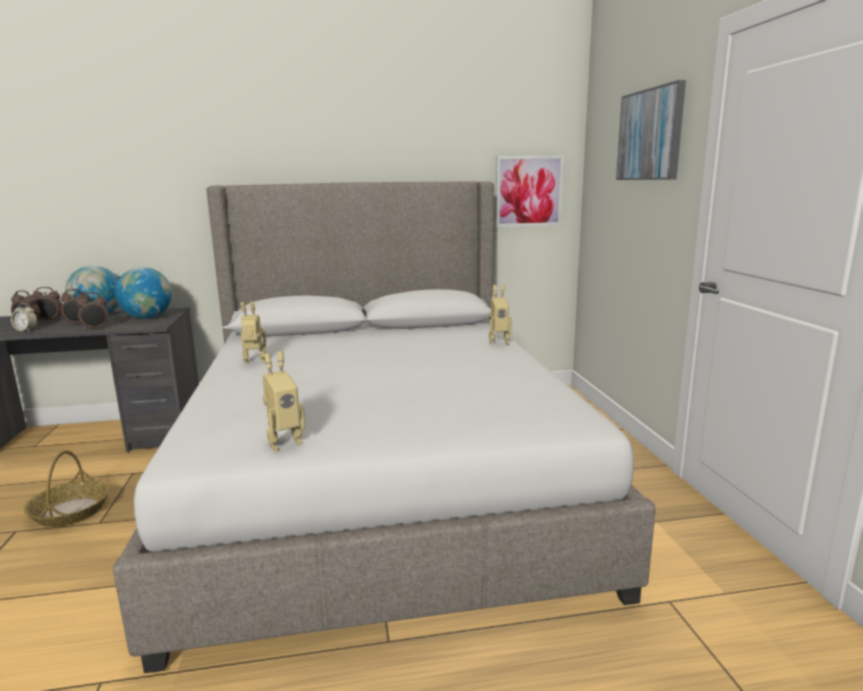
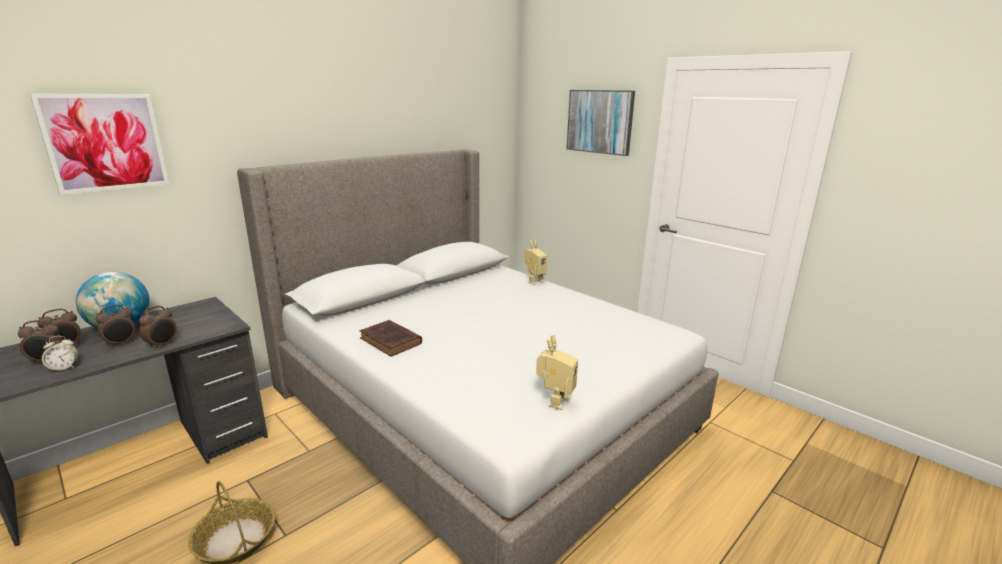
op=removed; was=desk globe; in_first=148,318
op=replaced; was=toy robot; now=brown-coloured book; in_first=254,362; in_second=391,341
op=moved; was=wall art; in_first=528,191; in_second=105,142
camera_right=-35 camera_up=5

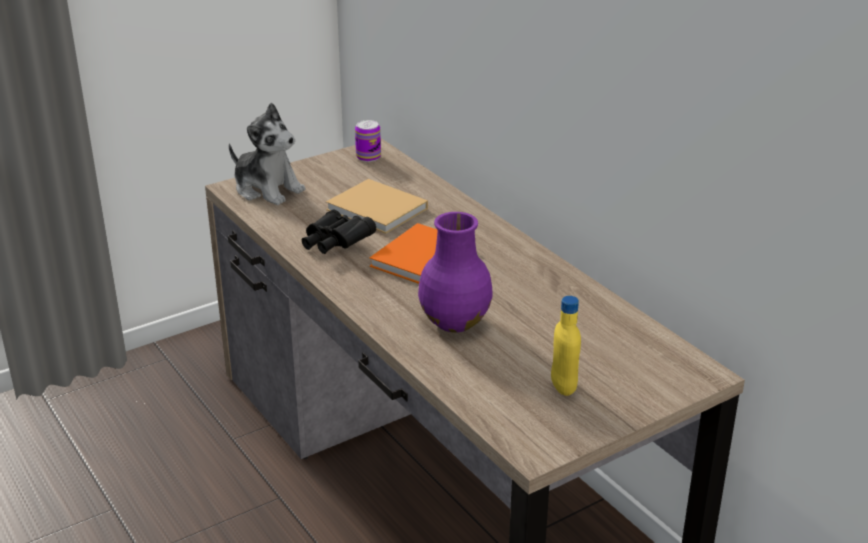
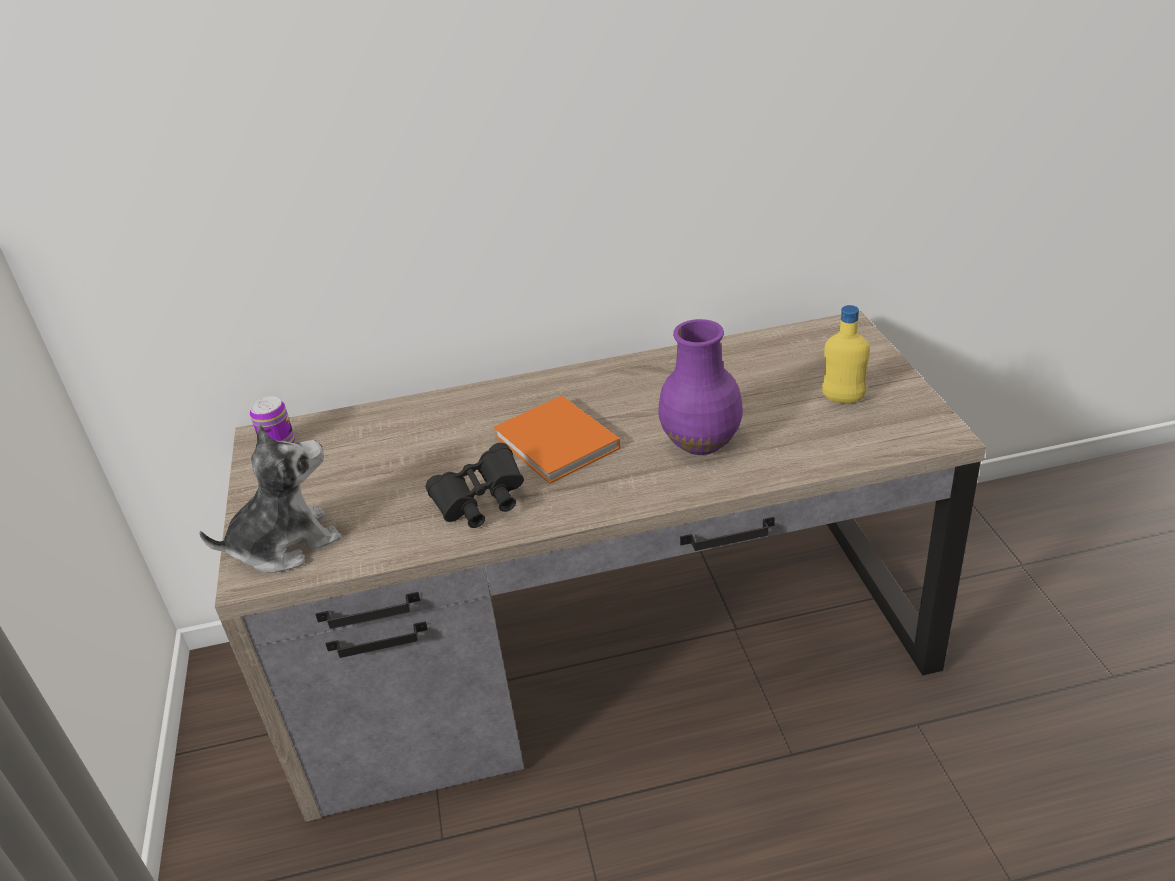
op=removed; was=sand-coloured book; in_first=379,210
camera_right=-65 camera_up=5

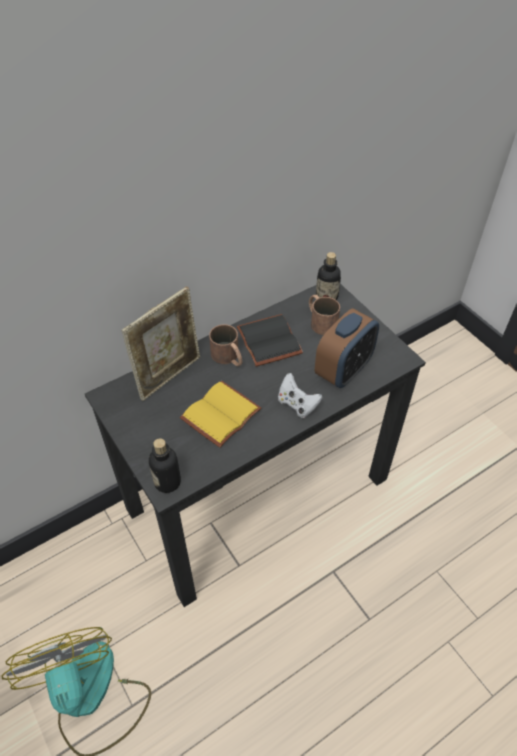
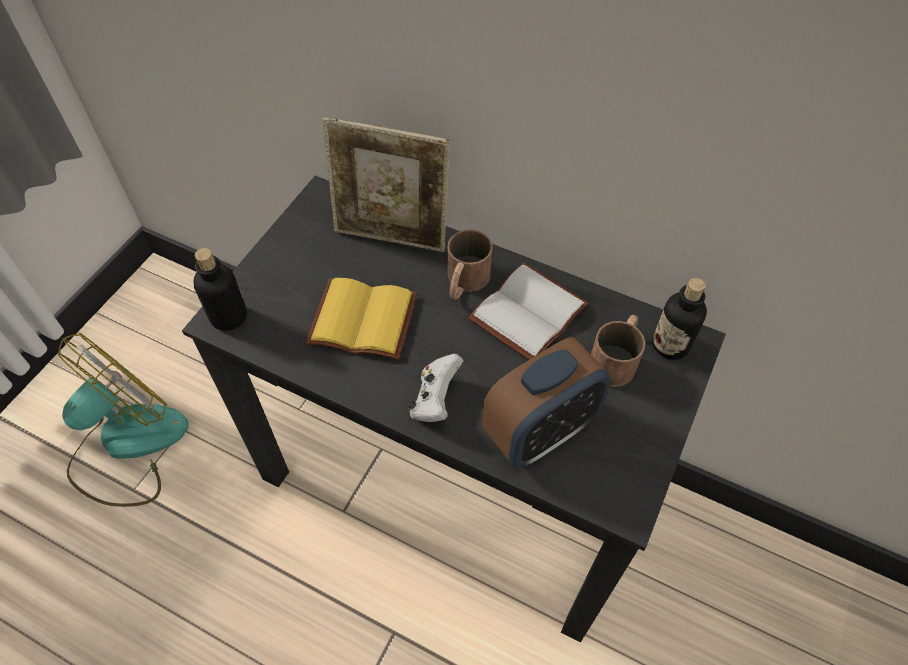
op=recoloured; was=blackish book; now=whitish book; in_first=267,341; in_second=527,310
op=turned; was=alarm clock; in_first=343,370; in_second=540,432; clockwise=-45
camera_right=60 camera_up=5

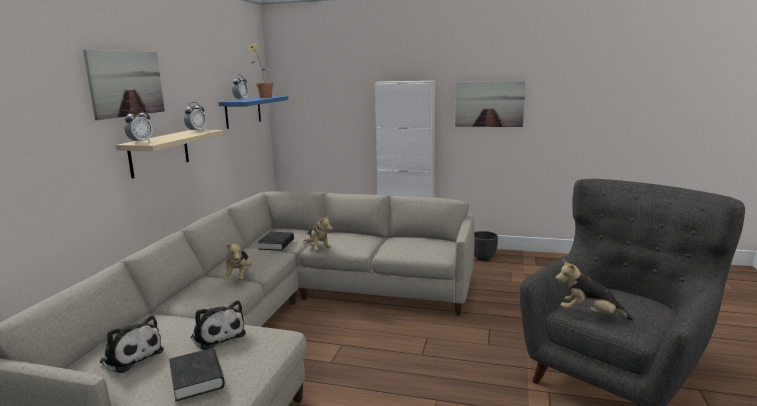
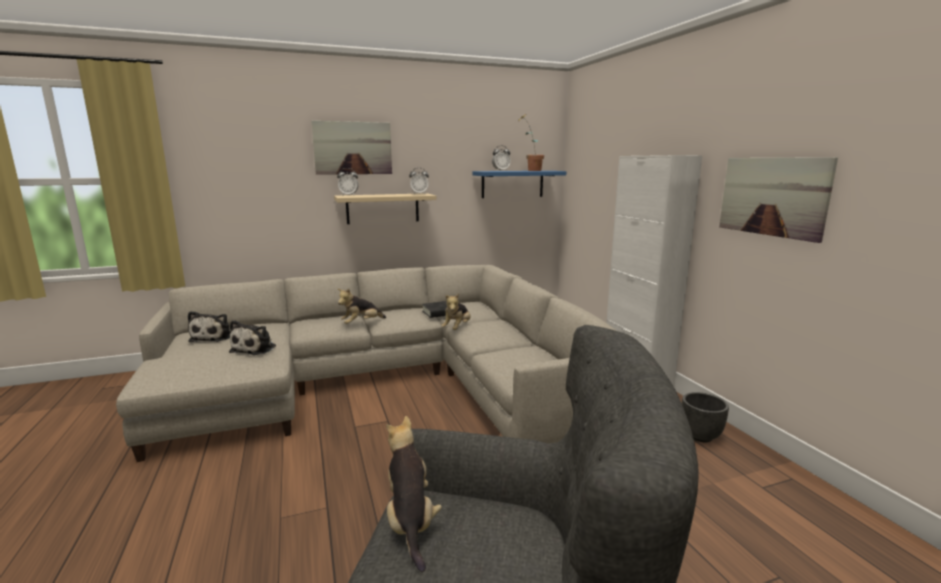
op=removed; was=blackish book; in_first=197,378
camera_right=55 camera_up=0

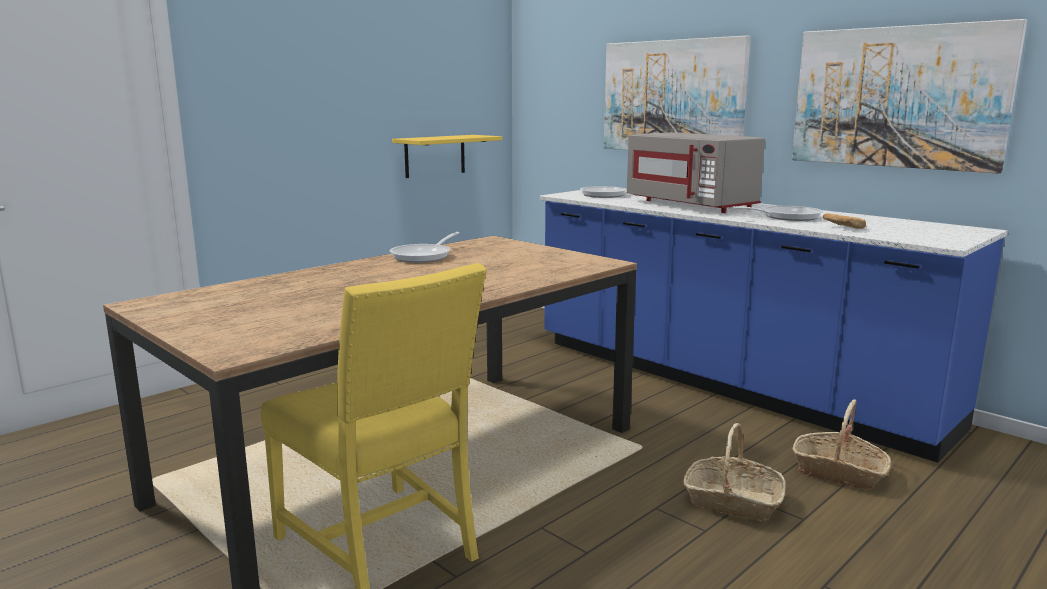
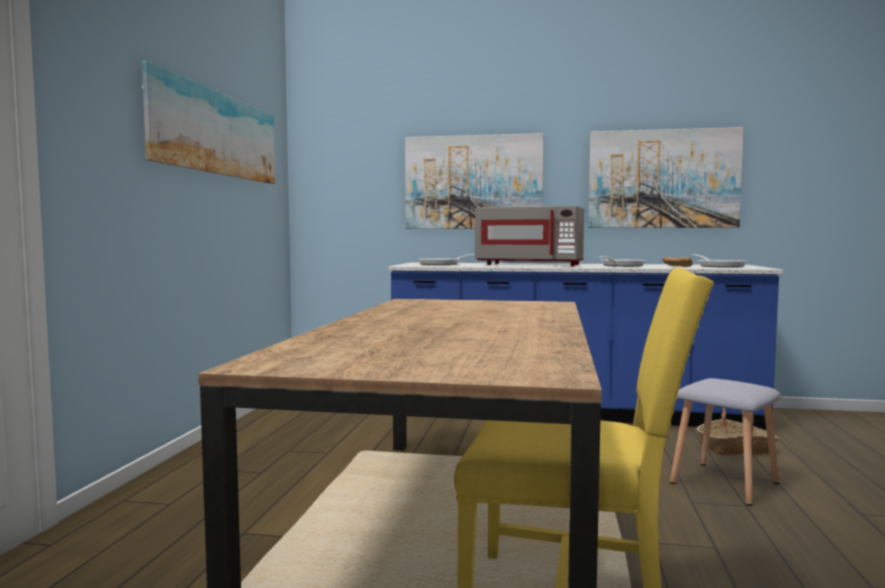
op=moved; was=skillet; in_first=424,256; in_second=719,266
op=removed; was=yellowish shelf; in_first=435,156
op=replaced; was=basket; now=grey sitting stool; in_first=732,501; in_second=722,483
op=added; now=wall art; in_second=215,133
camera_right=-35 camera_up=-10

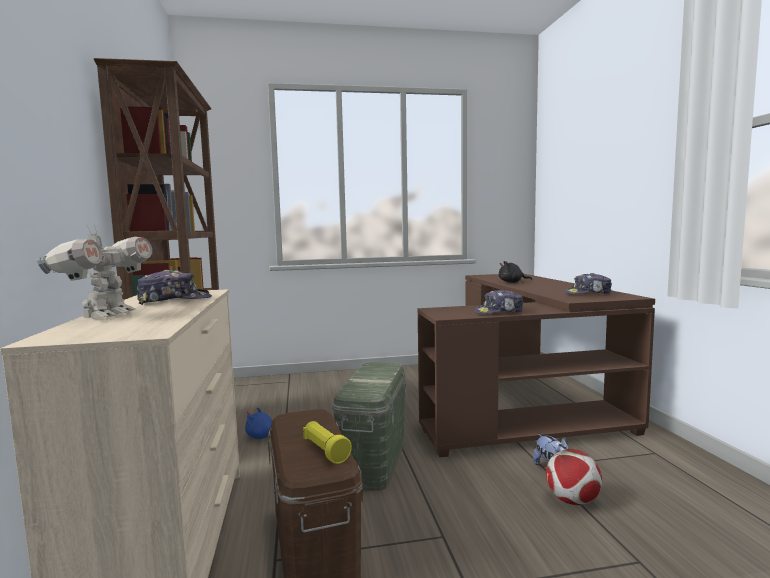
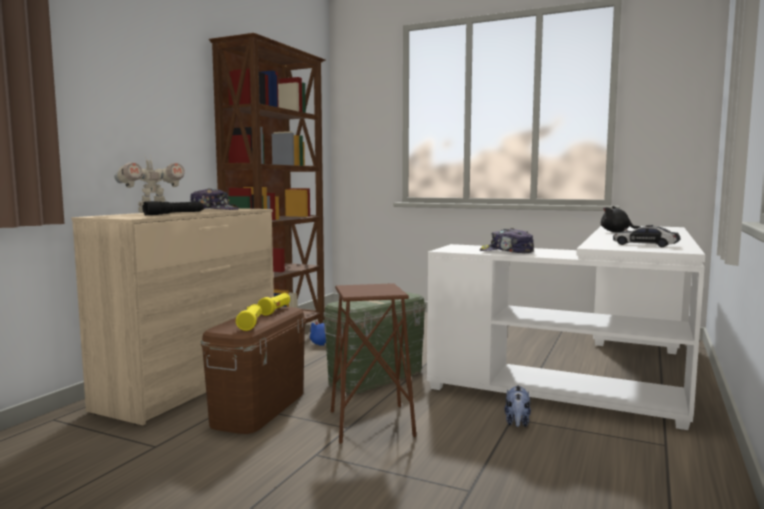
op=recoloured; was=brown-coloured desk table; now=whitish desk table; in_first=526,402; in_second=600,374
op=removed; was=football; in_first=572,501
op=replaced; was=cap; now=model car; in_first=588,293; in_second=645,245
op=added; now=blackish flashlight; in_second=174,214
op=added; now=yellowish flashlight; in_second=275,311
op=added; now=brown-coloured sitting stool; in_second=372,423
camera_right=35 camera_up=0

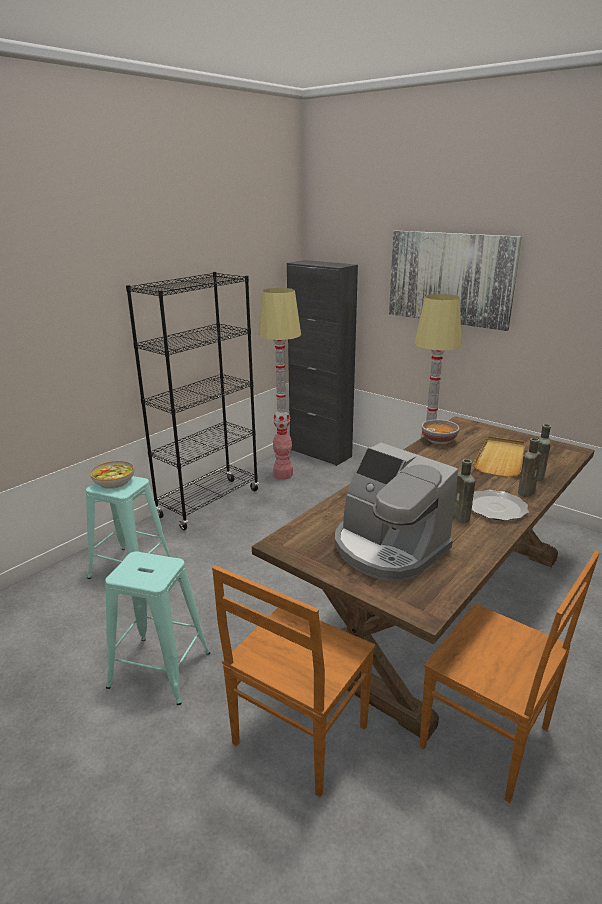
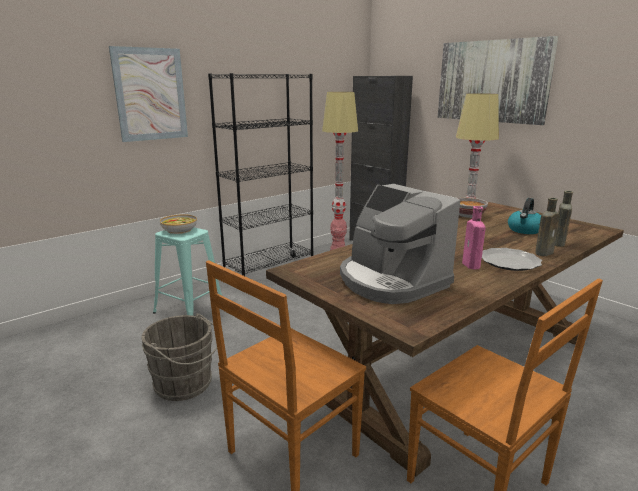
op=replaced; was=turquoise sitting stool; now=grey water bucket; in_first=160,669; in_second=186,385
op=recoloured; was=brown-coloured beverage bottle; now=pinkish beverage bottle; in_first=461,517; in_second=471,266
op=replaced; was=sand-coloured tray; now=tea kettle; in_first=500,459; in_second=524,230
op=added; now=wall art; in_second=150,94
camera_right=10 camera_up=-5

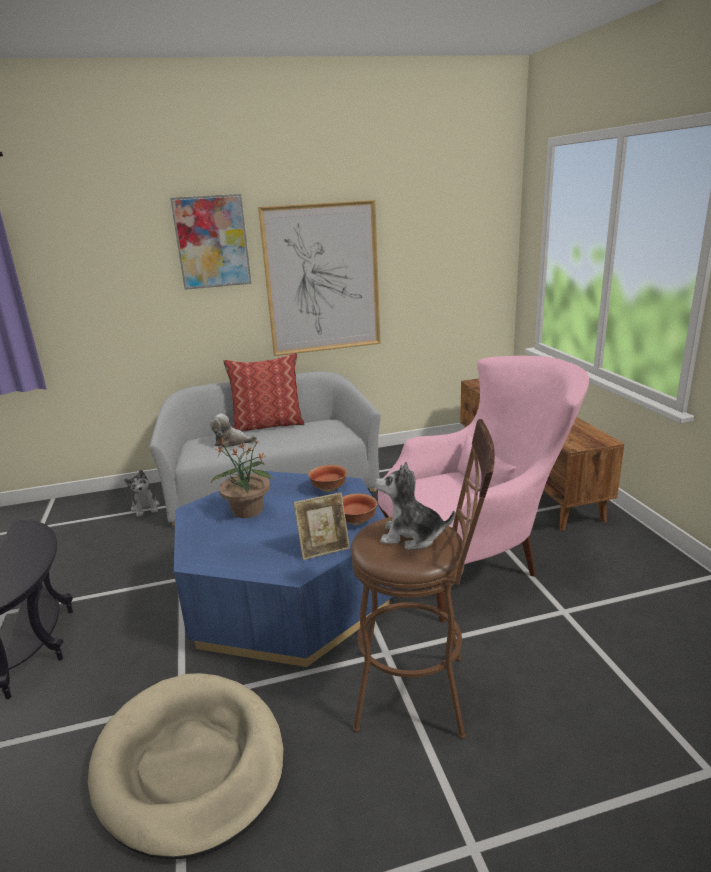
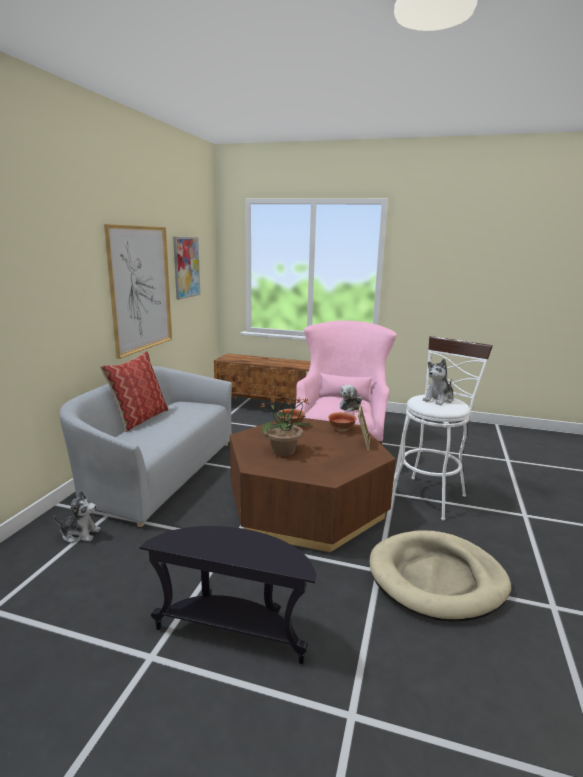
op=moved; was=wall art; in_first=212,242; in_second=186,267
op=recoloured; was=bluish coffee table; now=brown-coloured coffee table; in_first=288,594; in_second=306,505
op=moved; was=cuddly toy; in_first=232,442; in_second=351,406
op=recoloured; was=brown-coloured sitting stool; now=whitish sitting stool; in_first=423,692; in_second=429,494
camera_right=-60 camera_up=-5

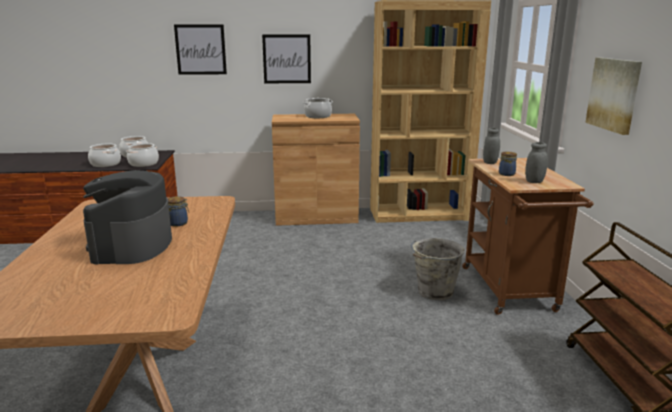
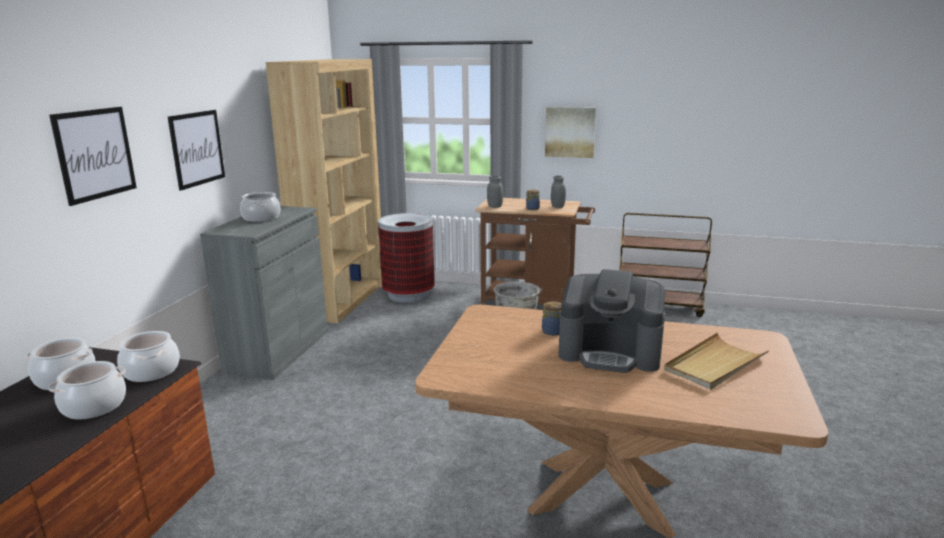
op=recoloured; was=brown-coloured cupboard; now=grey cupboard; in_first=316,217; in_second=278,351
op=added; now=rubbish bin; in_second=408,295
op=added; now=sand-coloured tray; in_second=714,364
camera_right=-70 camera_up=0

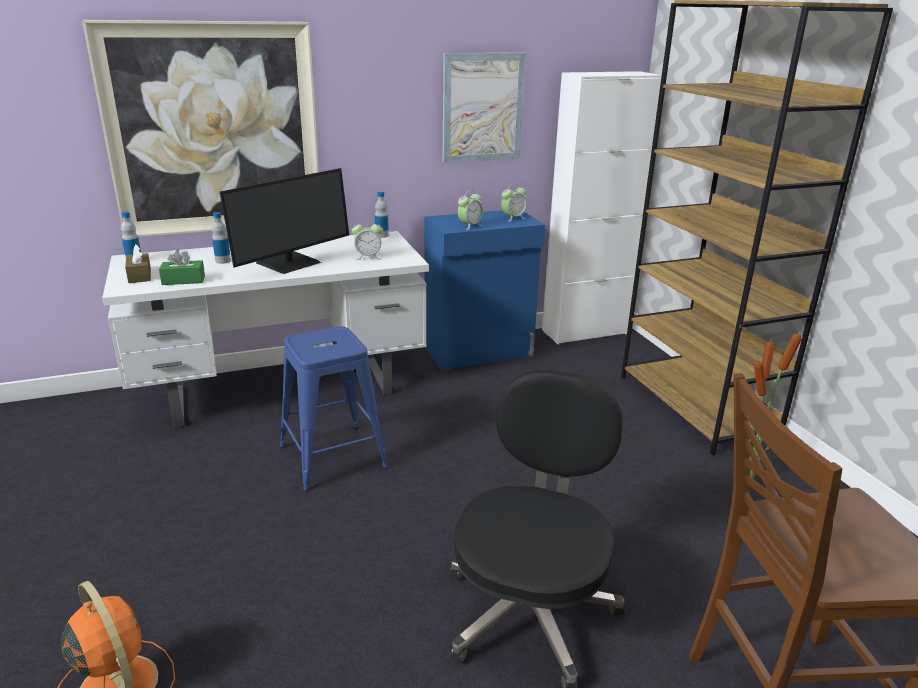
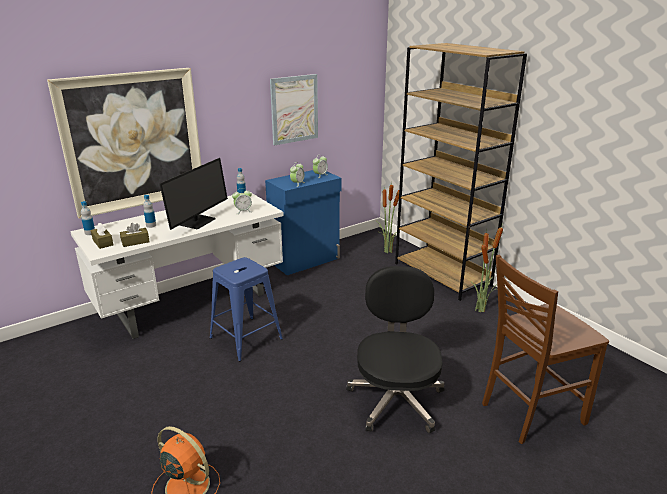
op=recoloured; was=green-coloured tissue holder; now=brown-coloured tissue holder; in_first=183,280; in_second=135,242
op=removed; was=whitish cupboard; in_first=584,332
op=added; now=houseplant; in_second=387,251
camera_right=-15 camera_up=0

